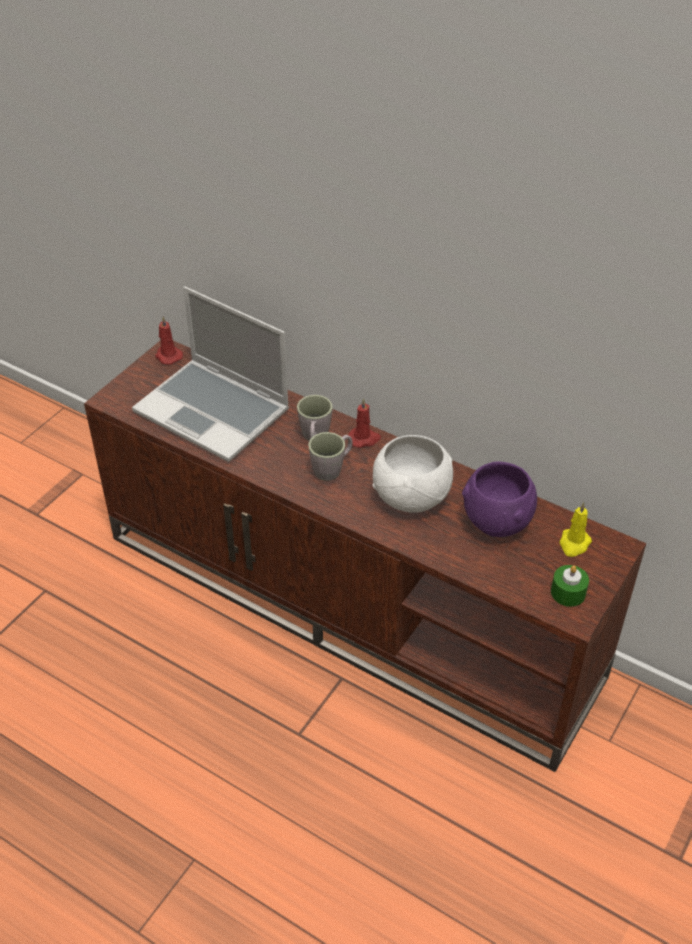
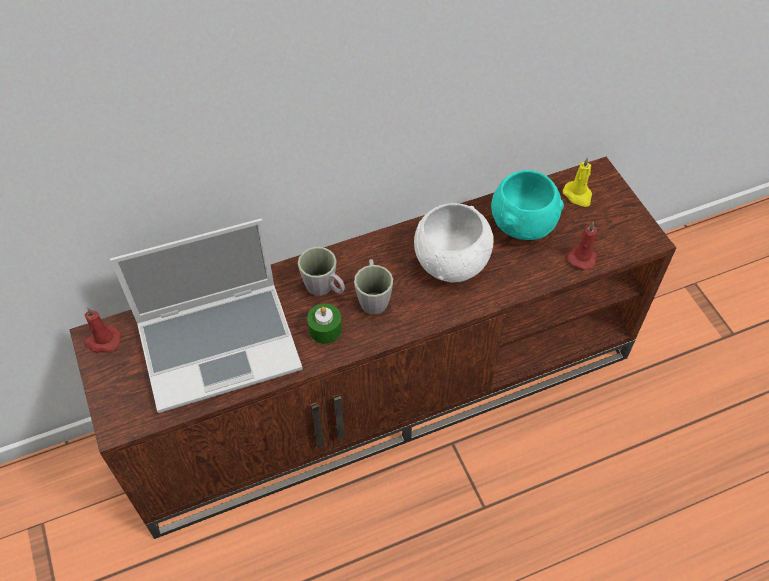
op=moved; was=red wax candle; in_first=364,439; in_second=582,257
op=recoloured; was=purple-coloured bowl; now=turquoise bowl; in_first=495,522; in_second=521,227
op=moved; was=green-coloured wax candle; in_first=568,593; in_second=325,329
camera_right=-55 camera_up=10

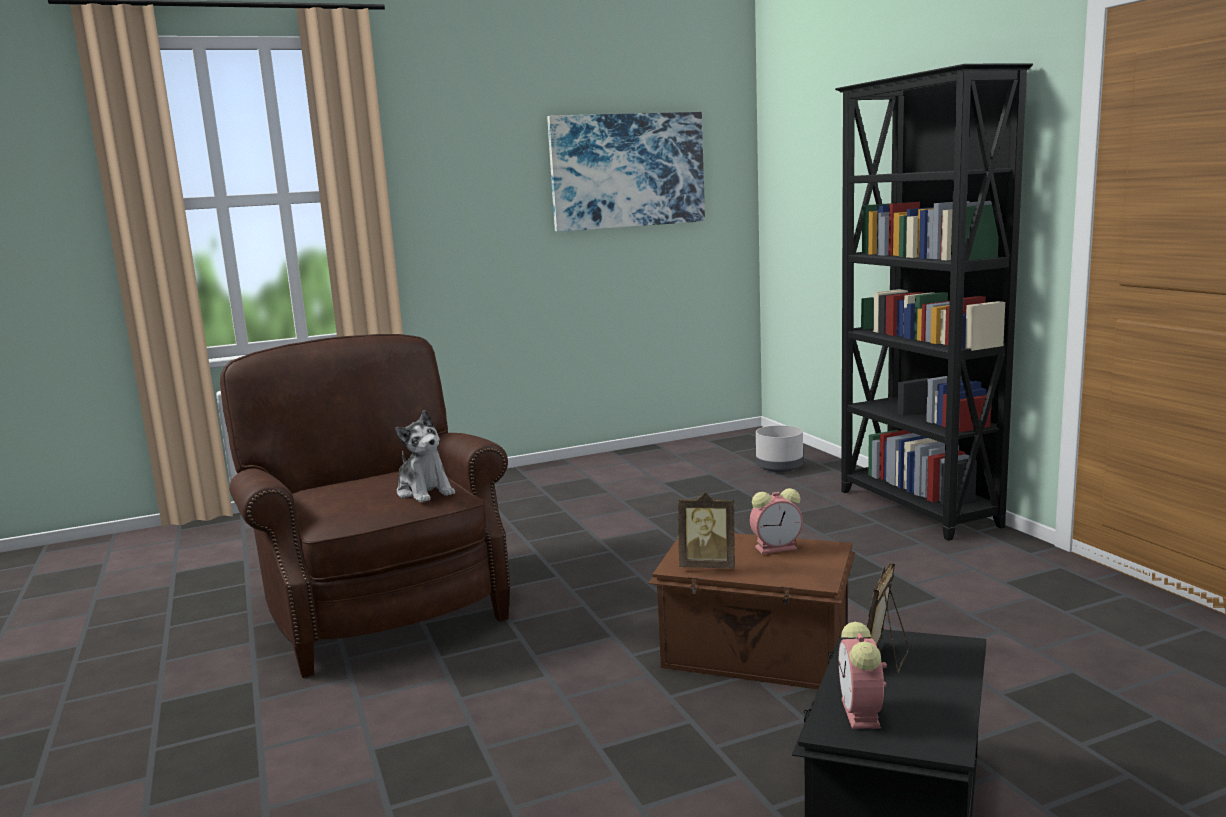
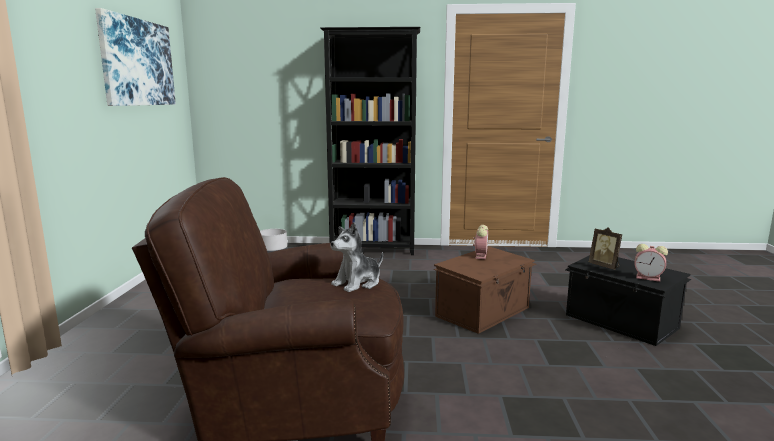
op=turned; was=cuddly toy; in_first=425,492; in_second=358,283; clockwise=150
op=removed; was=picture frame; in_first=708,565
camera_right=-65 camera_up=0

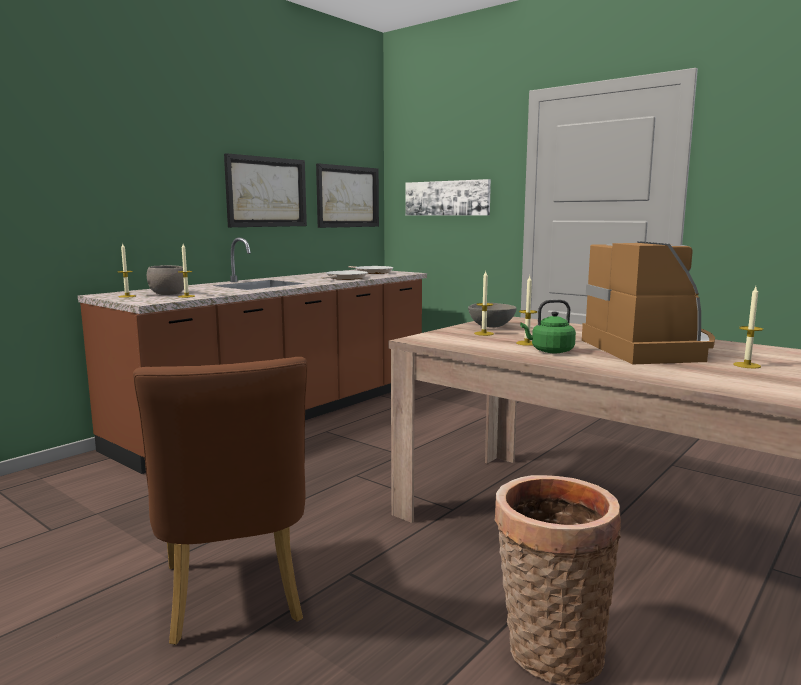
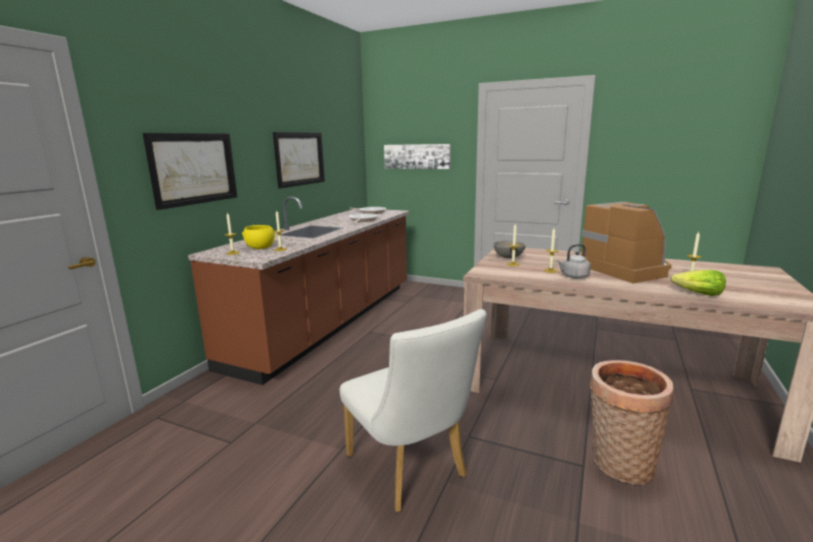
op=recoloured; was=brown-coloured chair; now=whitish chair; in_first=234,600; in_second=411,470
op=recoloured; was=grey bowl; now=yellowish bowl; in_first=167,293; in_second=260,247
op=moved; was=wall art; in_first=348,196; in_second=194,168
op=recoloured; was=green-coloured tea kettle; now=grey tea kettle; in_first=550,351; in_second=573,276
op=added; now=head of lettuce; in_second=698,294
camera_right=-15 camera_up=5

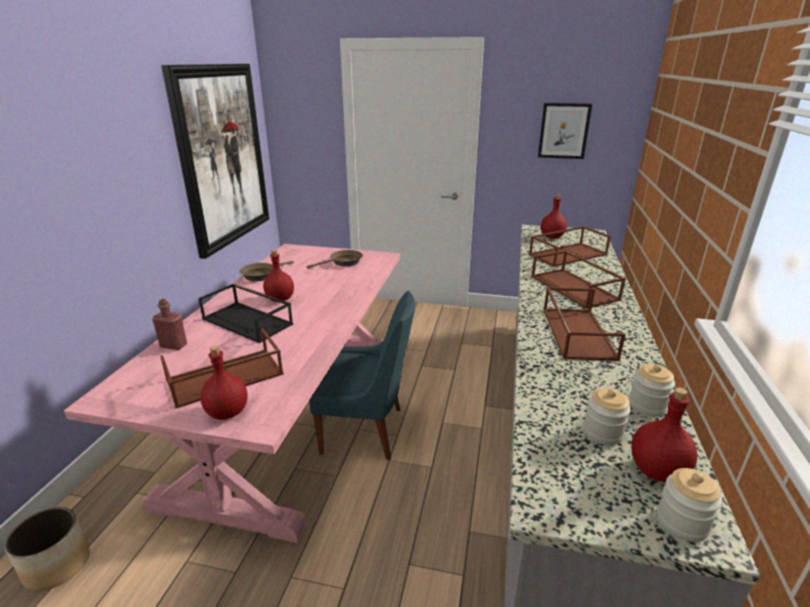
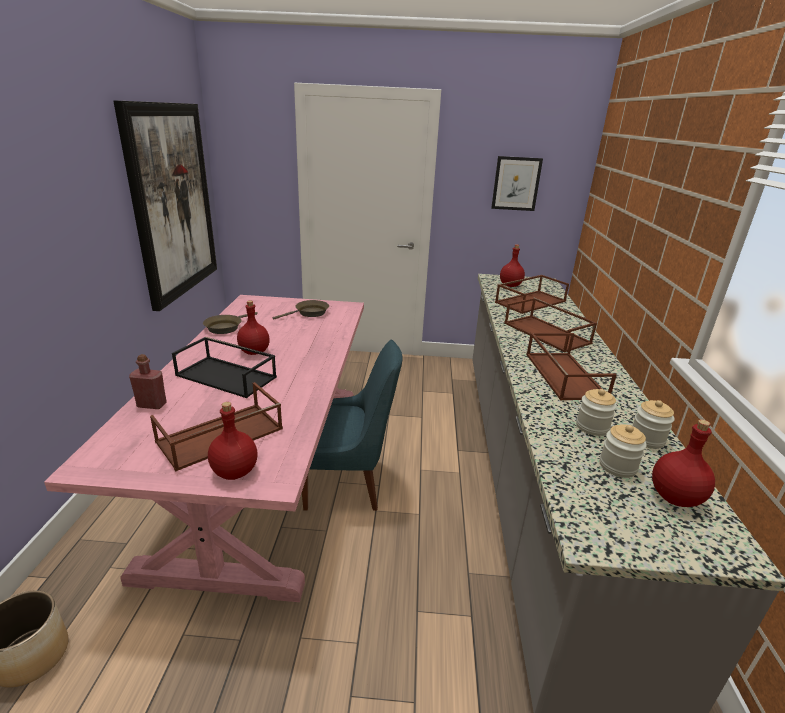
op=moved; was=jar; in_first=682,522; in_second=592,427
camera_right=-10 camera_up=0

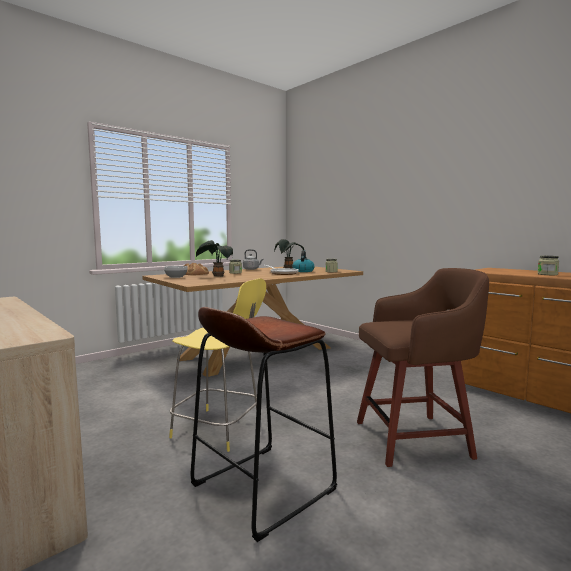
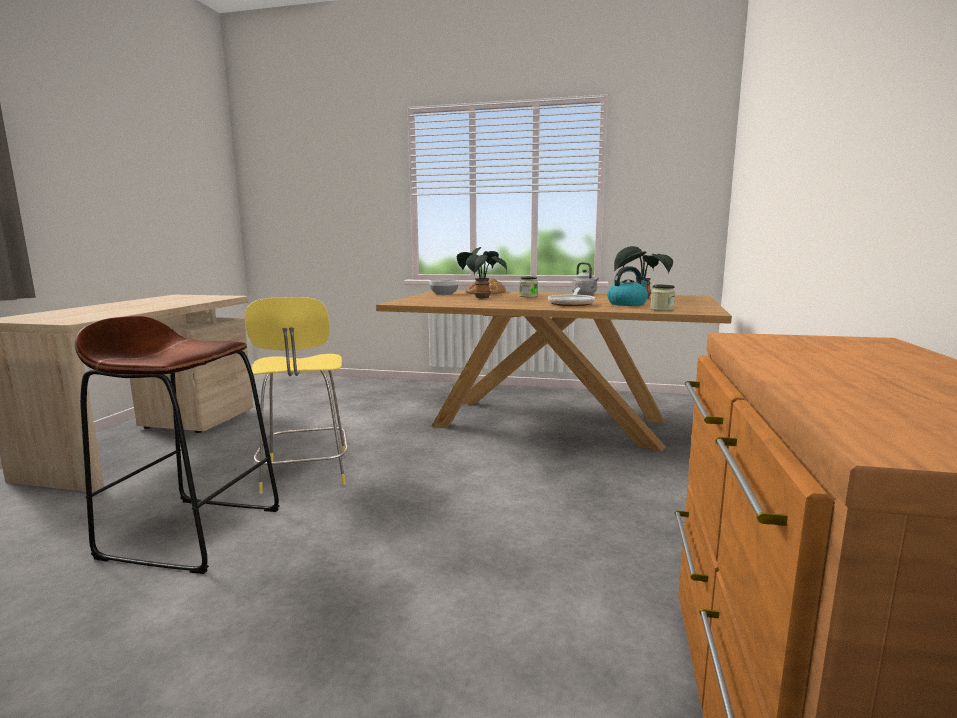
op=removed; was=brown-coloured sitting stool; in_first=416,439
op=removed; was=jar; in_first=547,274
camera_right=55 camera_up=5

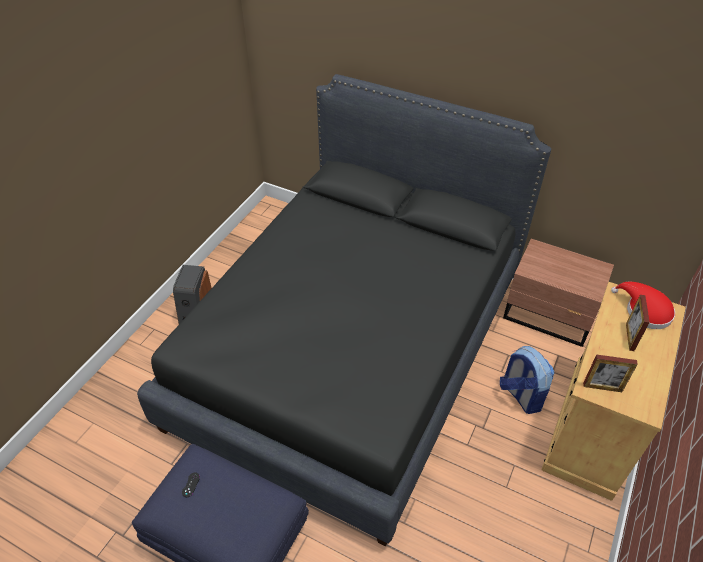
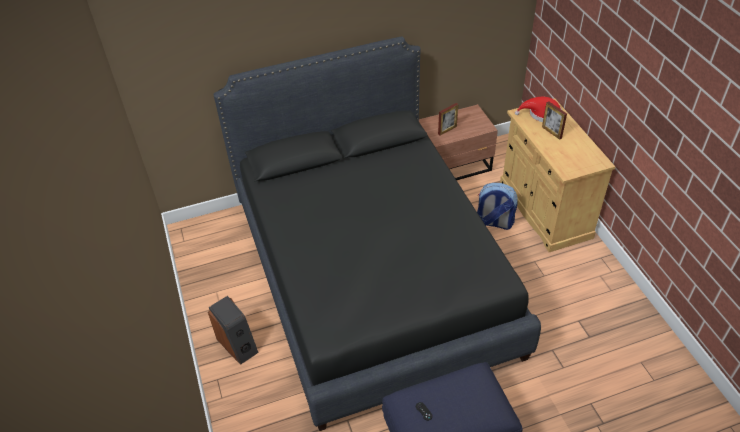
op=moved; was=picture frame; in_first=602,387; in_second=447,130
camera_right=-45 camera_up=0

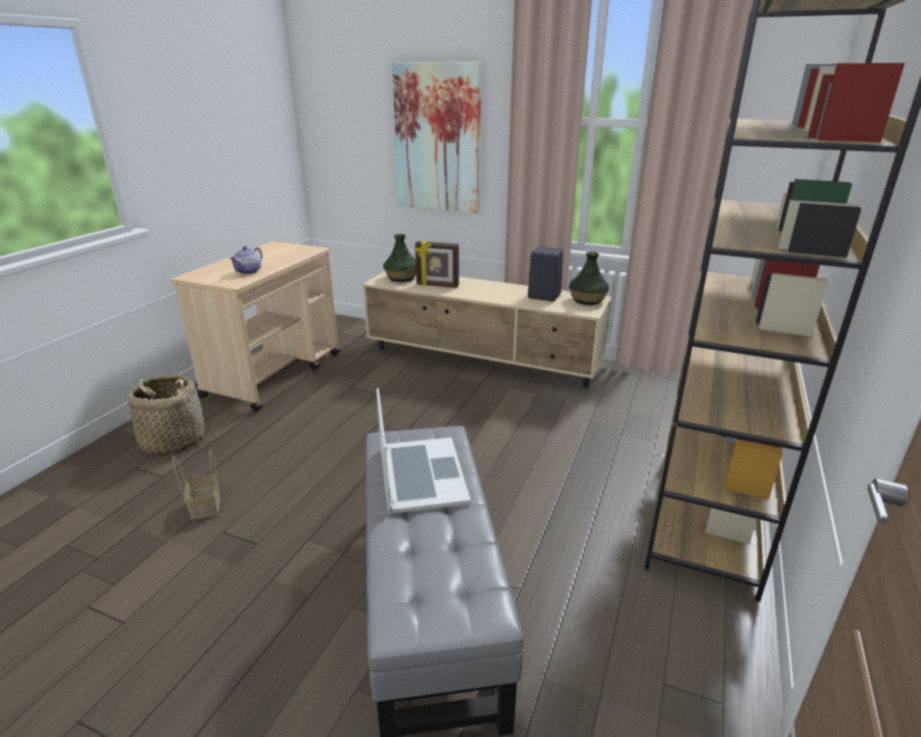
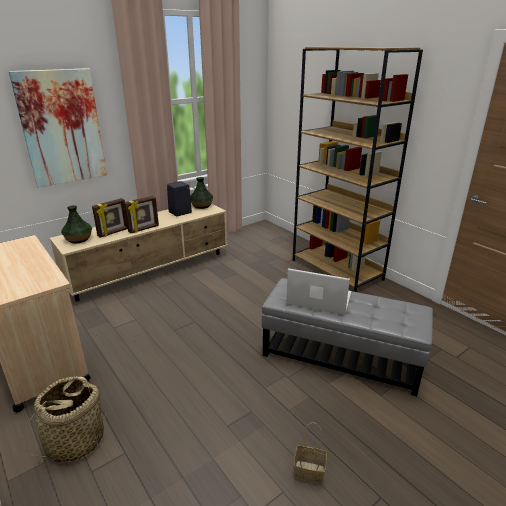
op=moved; was=basket; in_first=205,506; in_second=308,473
op=removed; was=teapot; in_first=249,271
op=added; now=picture frame; in_second=144,229
camera_right=-60 camera_up=0

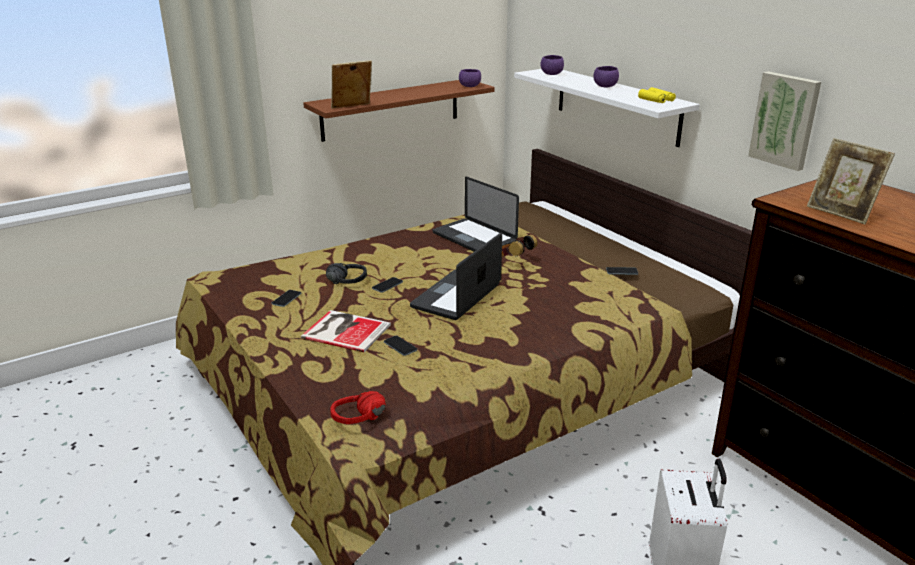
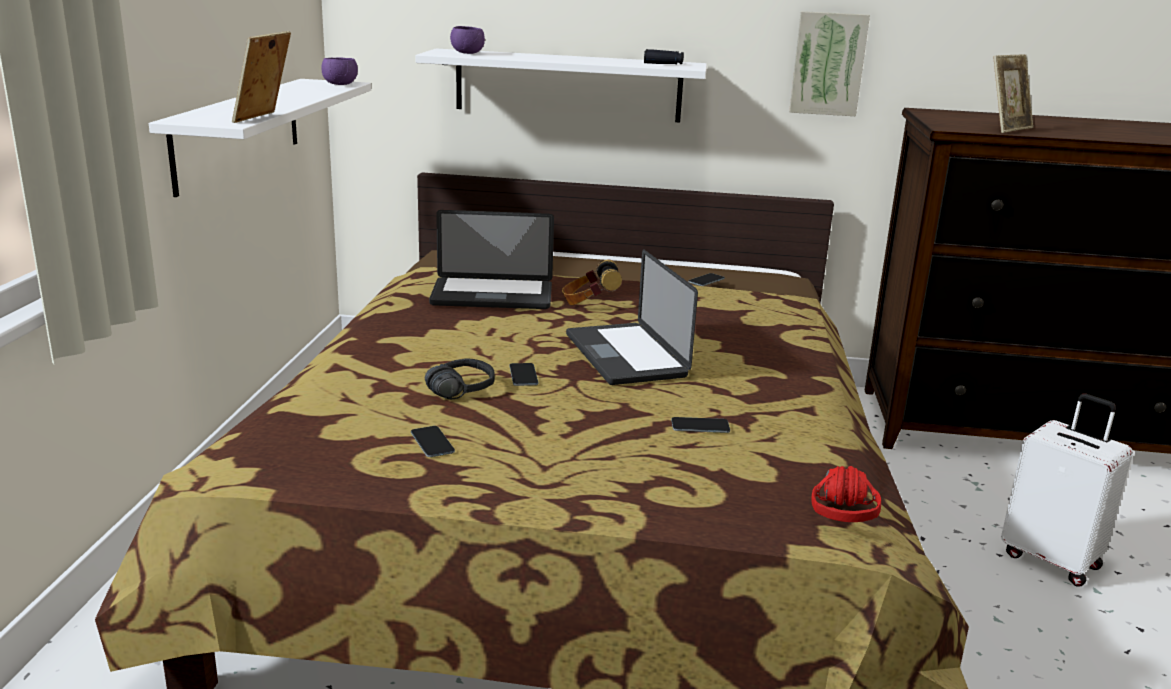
op=removed; was=book; in_first=345,330
op=recoloured; was=brown-coloured shelf; now=whitish shelf; in_first=391,109; in_second=238,132
op=removed; was=purple-coloured bowl; in_first=605,86
op=recoloured; was=yellowish binoculars; now=blackish binoculars; in_first=656,100; in_second=663,63
op=turned; was=picture frame; in_first=841,213; in_second=1006,129; clockwise=-45
camera_right=-50 camera_up=-5

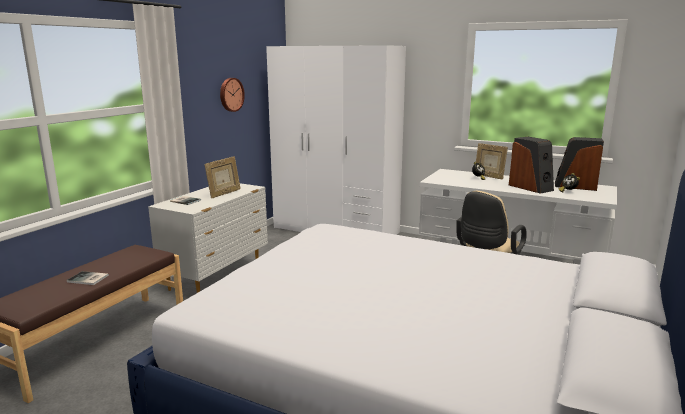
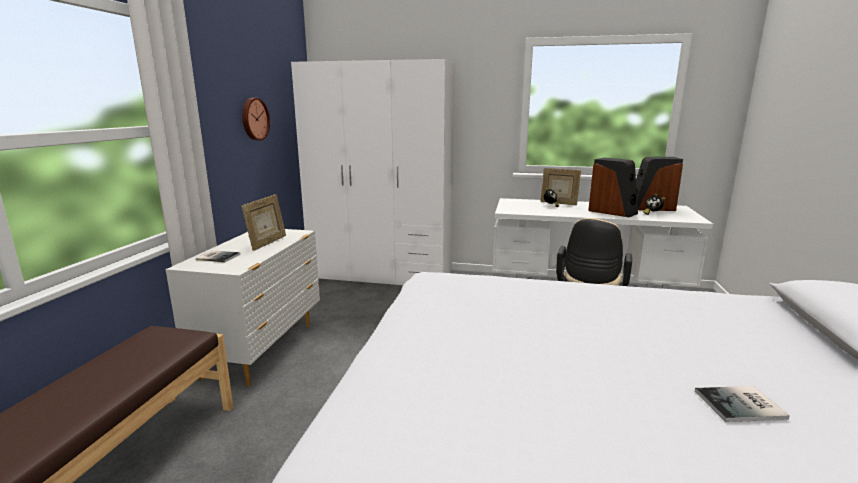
op=moved; was=book; in_first=88,279; in_second=743,406
camera_right=-15 camera_up=0

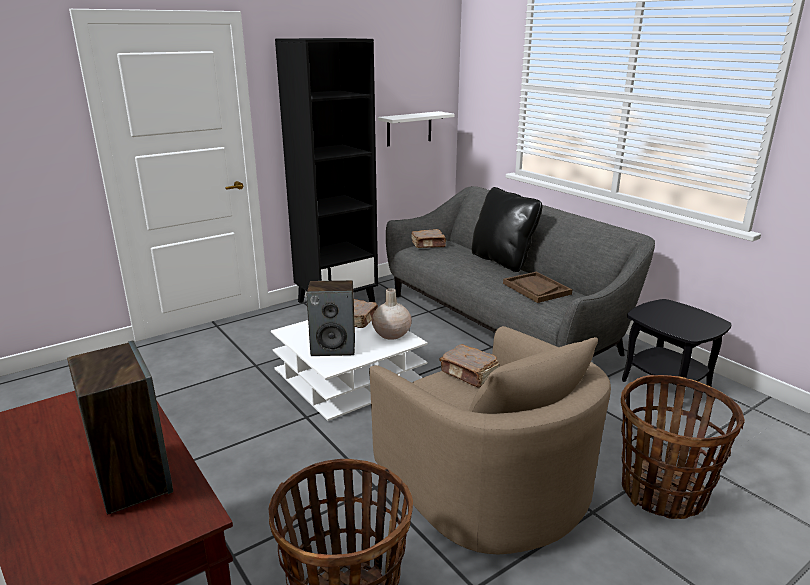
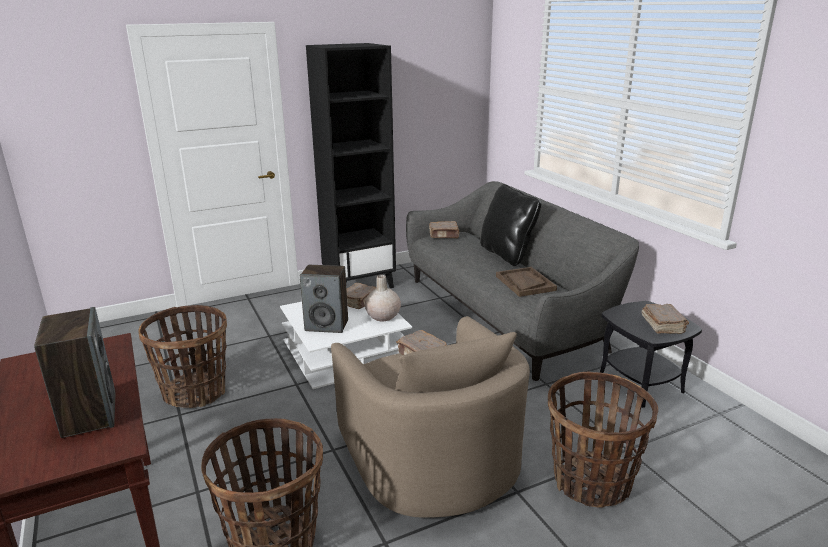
op=removed; was=whitish shelf; in_first=409,128
op=added; now=basket; in_second=195,392
op=added; now=brown-coloured book; in_second=662,326
camera_right=10 camera_up=0

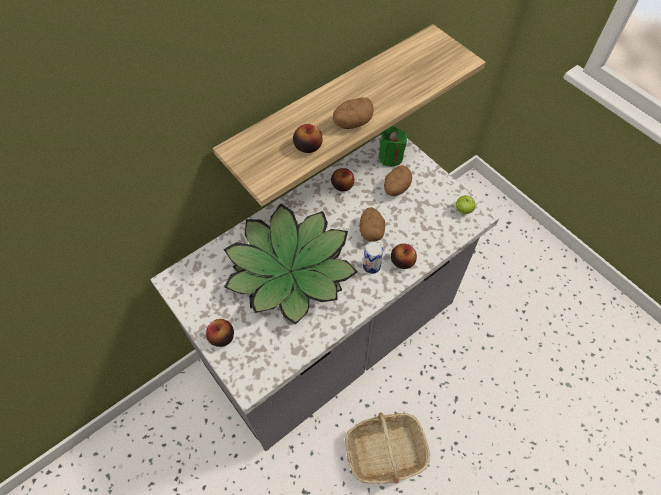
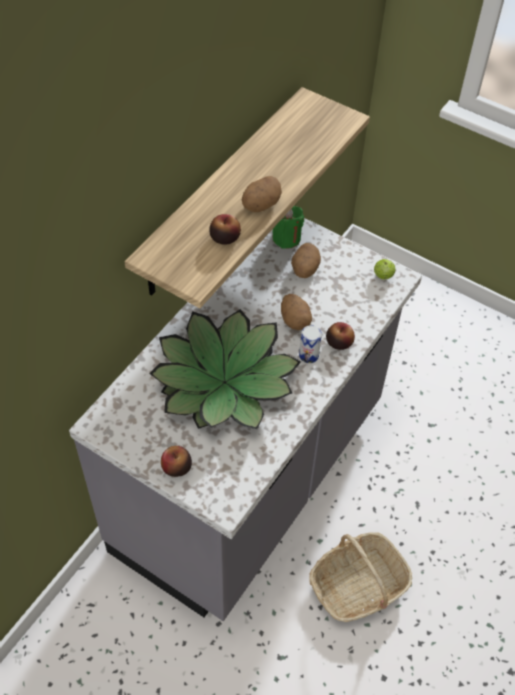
op=removed; was=whole apple; in_first=342,185
camera_right=-20 camera_up=-5

